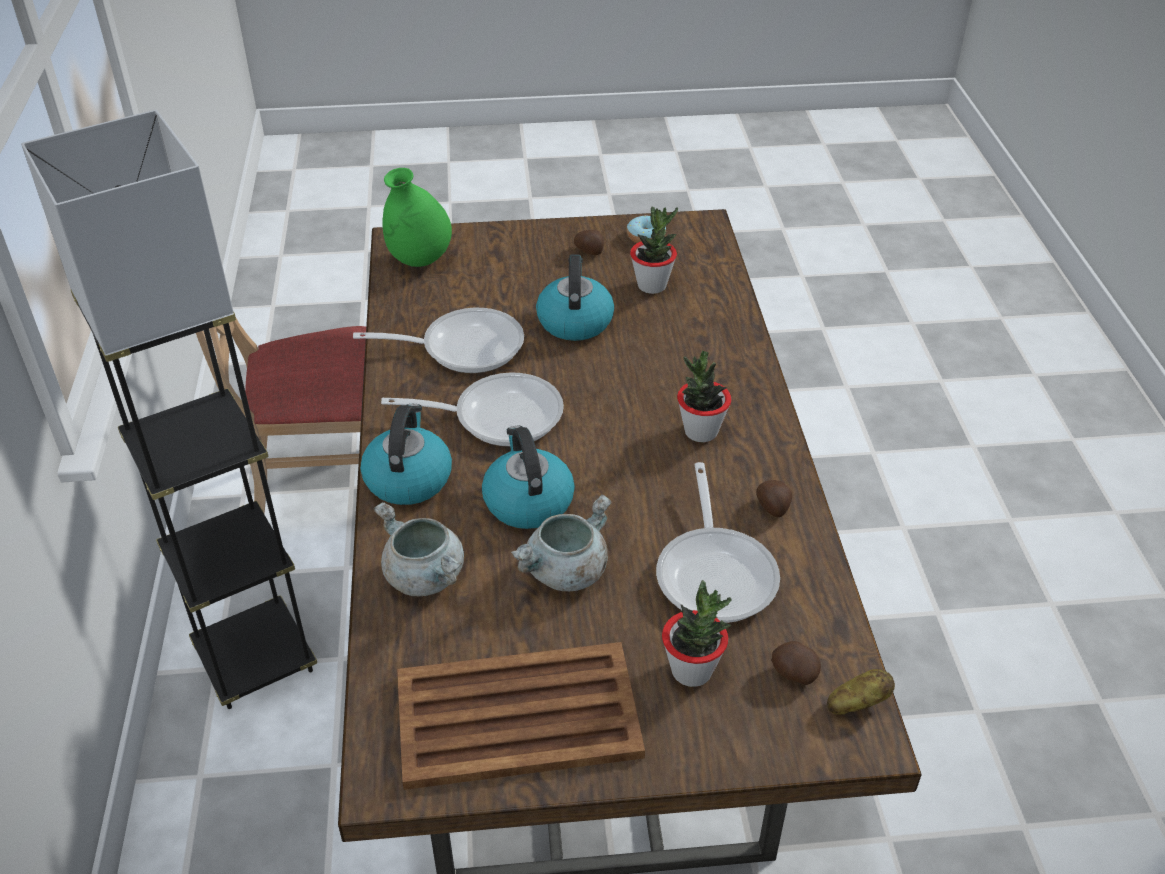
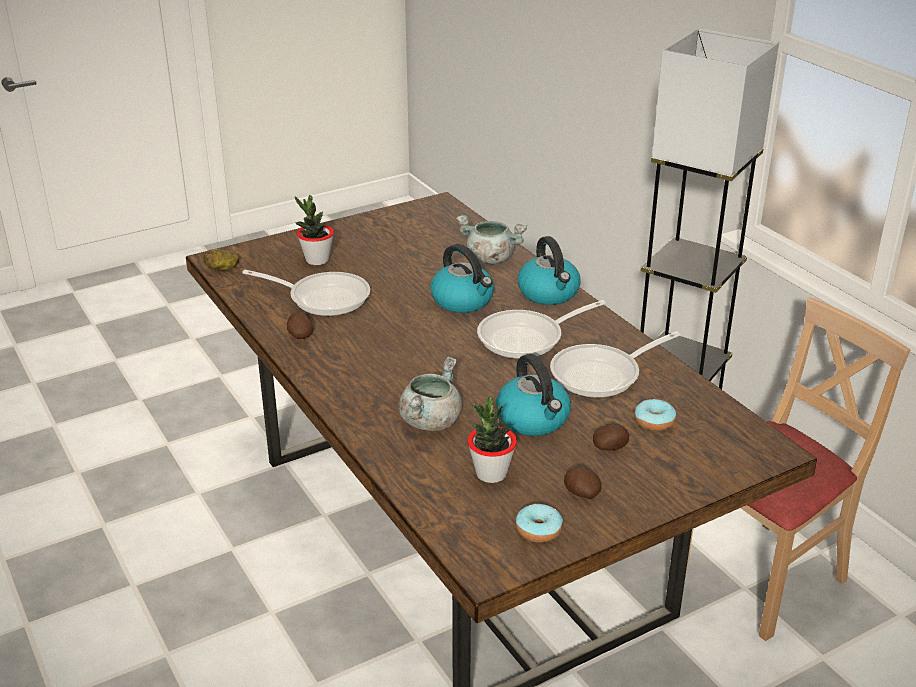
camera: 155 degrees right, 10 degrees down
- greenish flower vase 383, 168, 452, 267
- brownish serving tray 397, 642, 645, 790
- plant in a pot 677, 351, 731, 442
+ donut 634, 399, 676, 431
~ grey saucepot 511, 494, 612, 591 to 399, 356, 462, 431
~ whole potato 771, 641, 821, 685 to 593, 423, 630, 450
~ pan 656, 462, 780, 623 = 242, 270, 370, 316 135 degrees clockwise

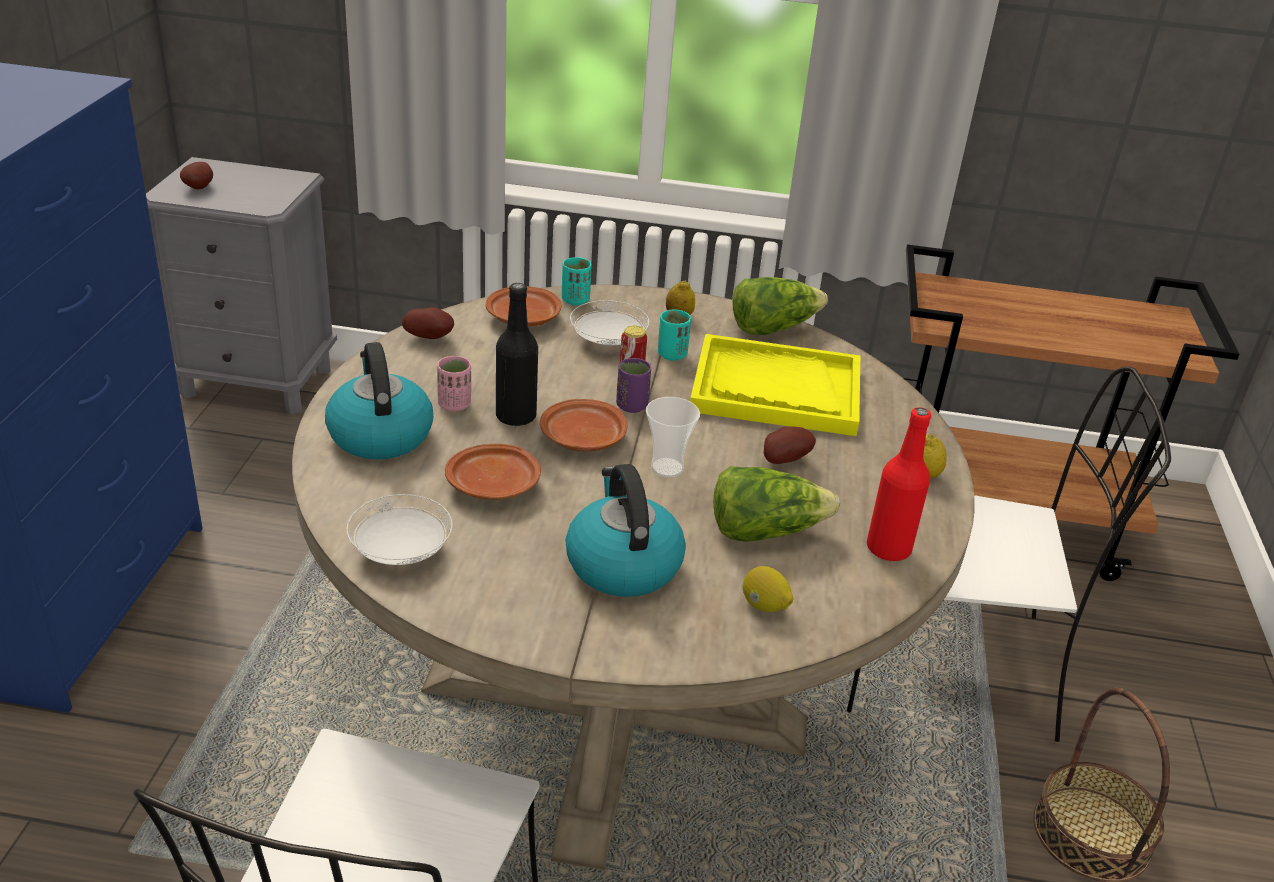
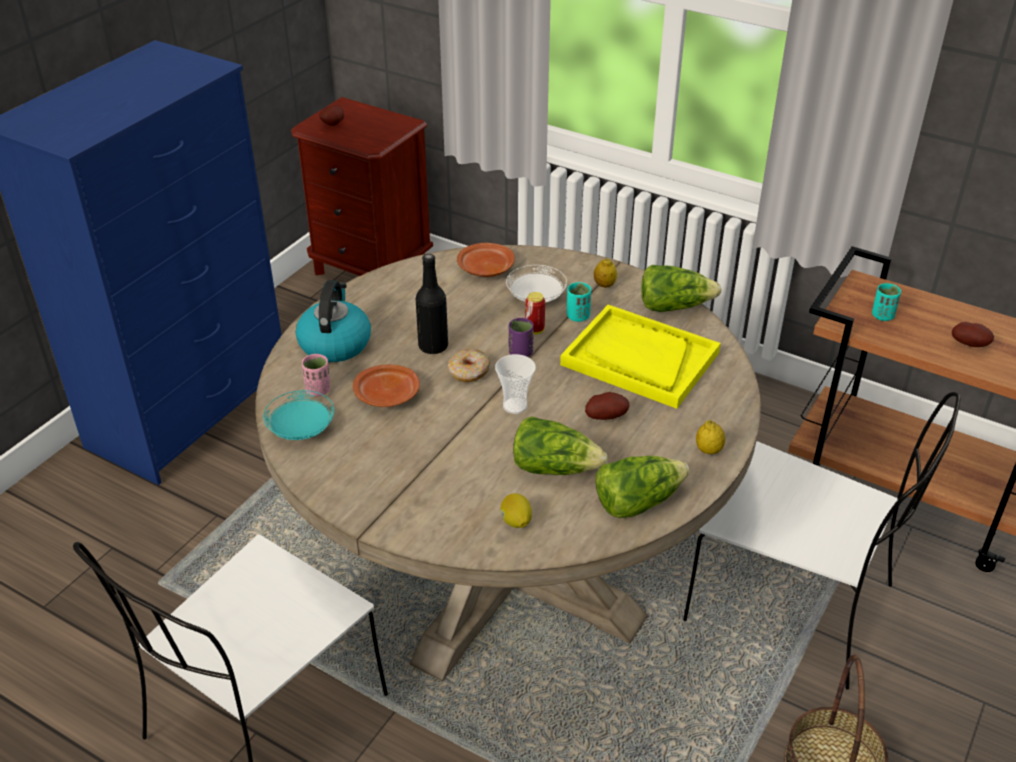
camera: 25 degrees right, 5 degrees up
- water kettle 566, 464, 686, 597
~ whole potato 402, 307, 454, 339 to 952, 322, 994, 347
~ pink-coloured cup 437, 356, 471, 412 to 302, 354, 331, 396
~ turquoise cup 562, 257, 592, 305 to 872, 283, 901, 321
~ brownish plate 540, 399, 628, 451 to donut 448, 349, 490, 382
~ red bottle 867, 407, 931, 561 to head of lettuce 595, 456, 689, 518
~ grey night table 146, 157, 337, 415 to brownish night table 291, 97, 433, 276
~ whitish plate 347, 494, 452, 565 to turquoise plate 263, 390, 334, 440

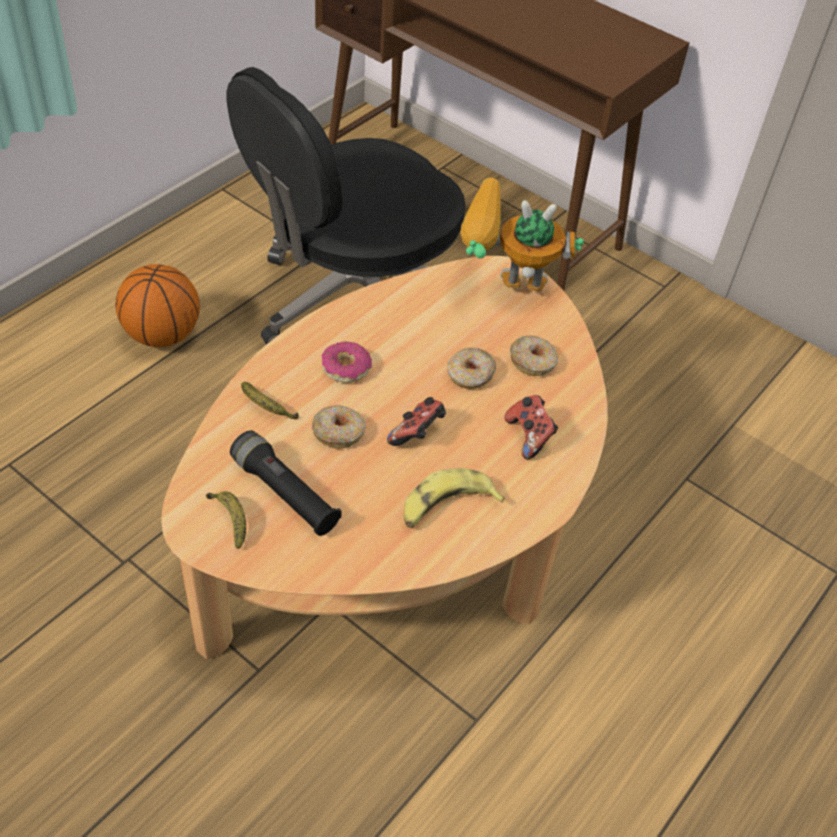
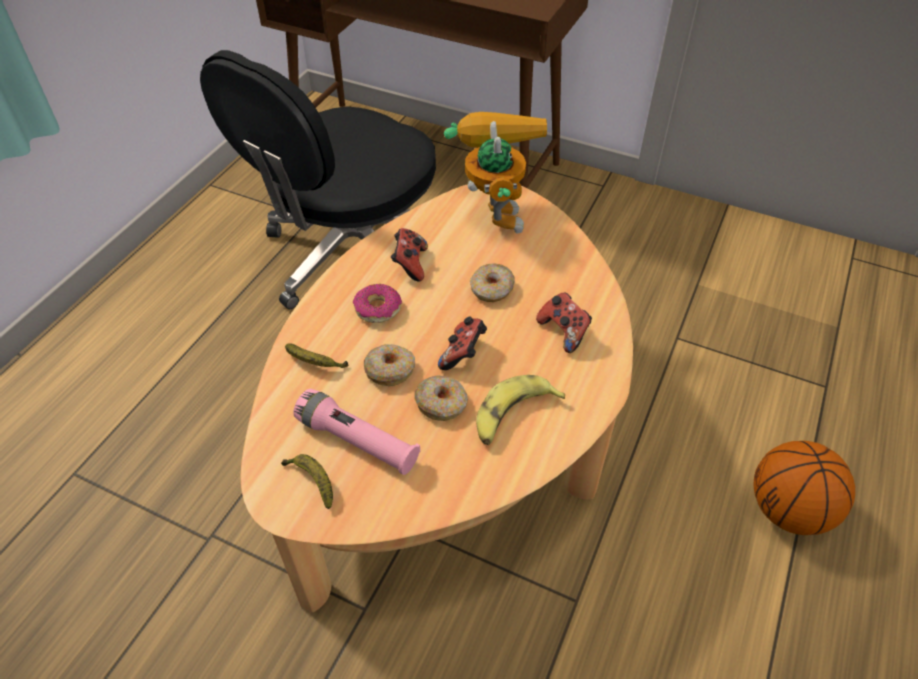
camera: 10 degrees left, 0 degrees up
+ joypad 391, 228, 428, 281
~ ball for basketball 116, 264, 200, 347 to 753, 441, 855, 535
~ donut 510, 336, 558, 376 to 414, 375, 468, 421
~ blackish torch 230, 431, 342, 536 to pink-coloured torch 293, 389, 420, 475
~ robot figure 460, 178, 584, 291 = 444, 112, 547, 233 90 degrees clockwise

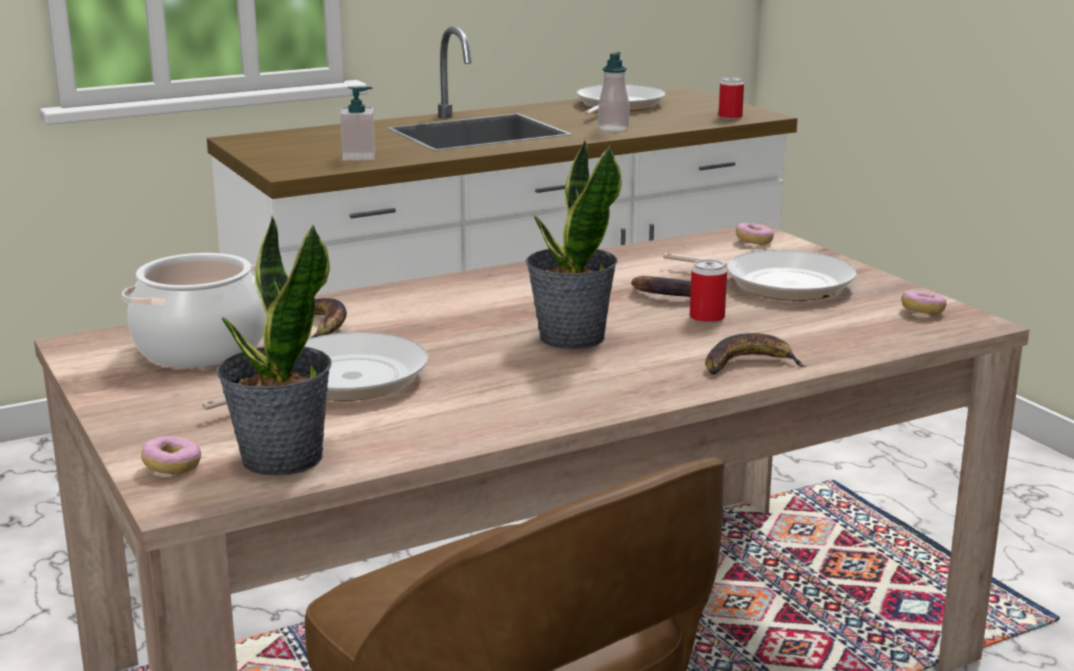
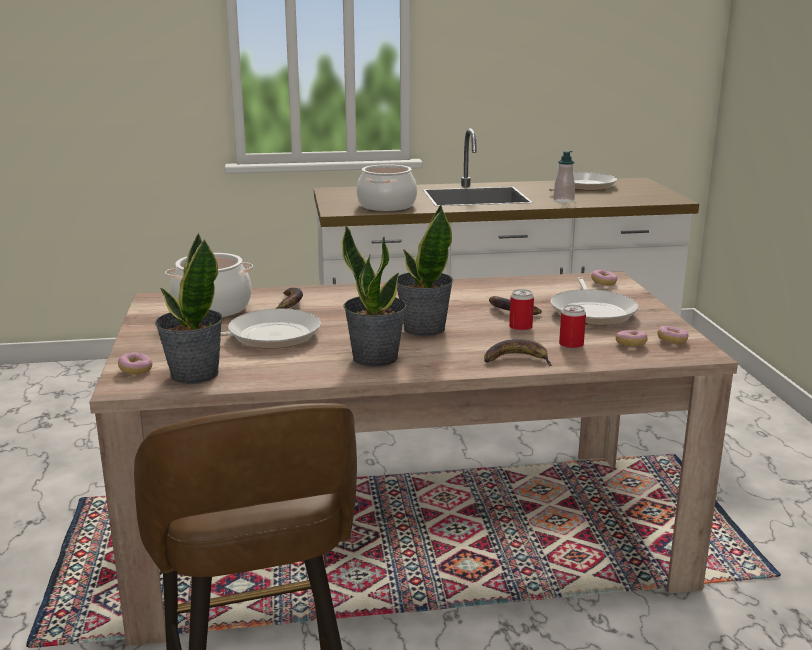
camera: 20 degrees right, 0 degrees up
+ plant in a pot 341, 225, 406, 367
+ donut 616, 330, 648, 346
~ can 719, 77, 744, 120 to 559, 304, 586, 349
~ liquid soap bottle 340, 87, 375, 161 to saucepot 357, 164, 417, 211
~ pan 663, 250, 856, 301 = 551, 277, 639, 325 45 degrees clockwise

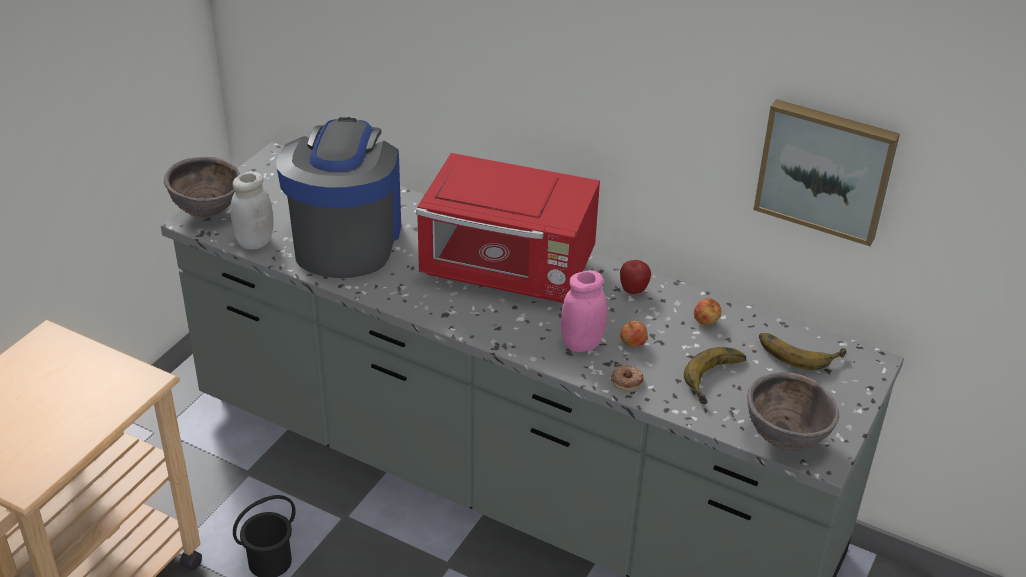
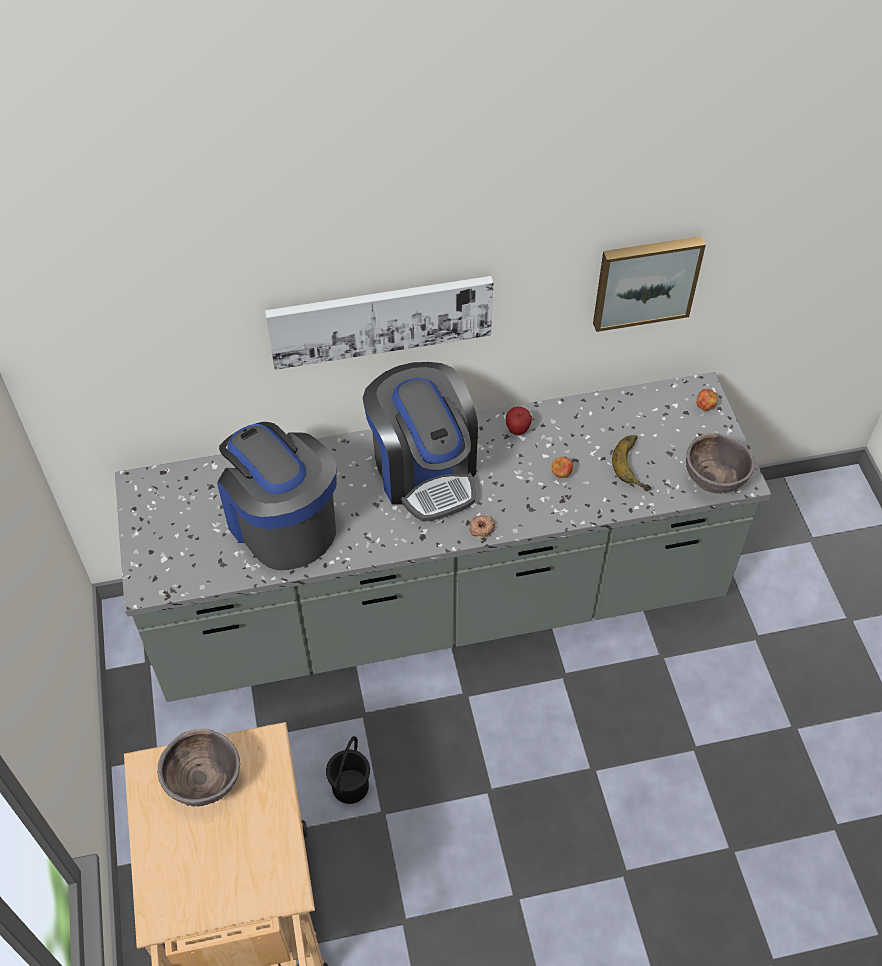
camera: 40 degrees left, 15 degrees up
- whitish jar 231, 172, 274, 250
- pink-coloured jar 561, 270, 607, 352
- banana fruit 759, 333, 847, 370
+ wall art 265, 276, 494, 370
~ brownish serving bowl 164, 157, 240, 218 to 157, 729, 240, 807
~ donut 611, 366, 644, 390 to 469, 515, 495, 538
~ apple 694, 298, 721, 325 to 697, 389, 718, 411
~ red kitchen microwave 416, 153, 600, 303 to coffee maker 363, 362, 478, 522

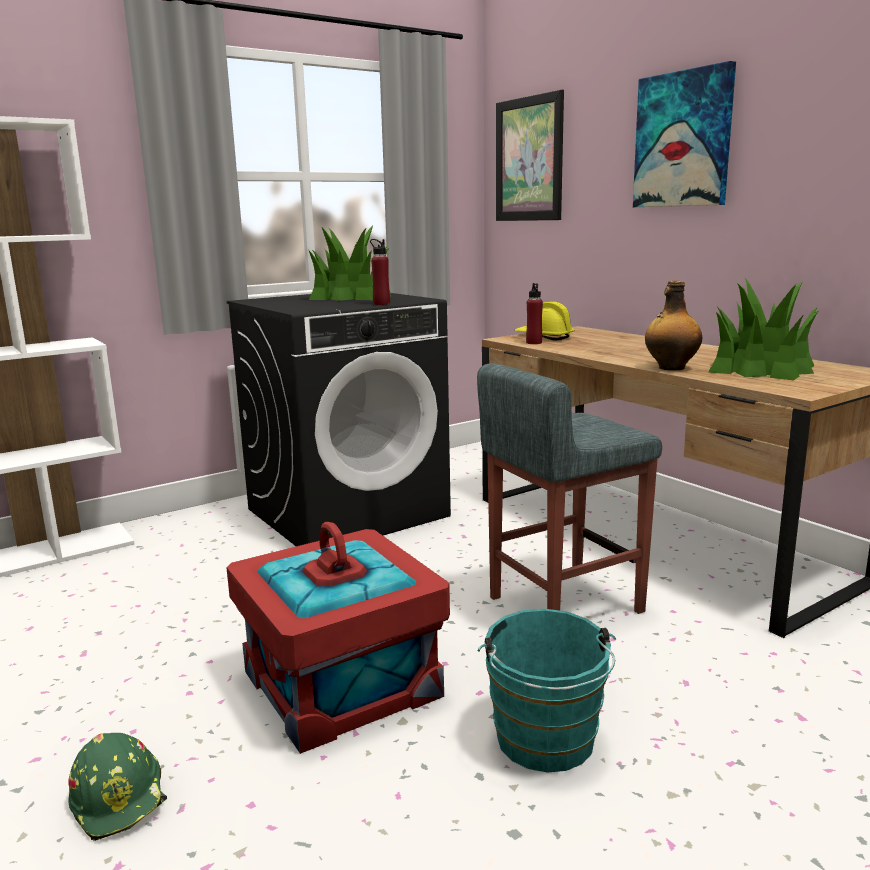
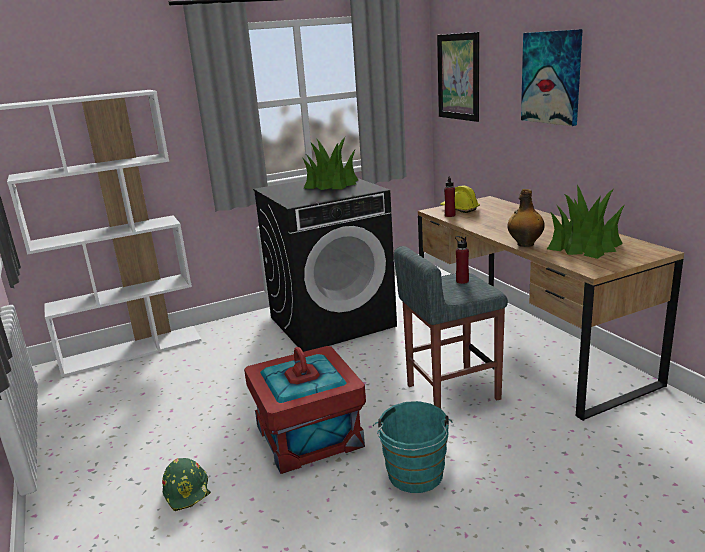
camera: 10 degrees right, 5 degrees up
~ red bottle 370, 239, 390, 305 to 455, 236, 469, 284

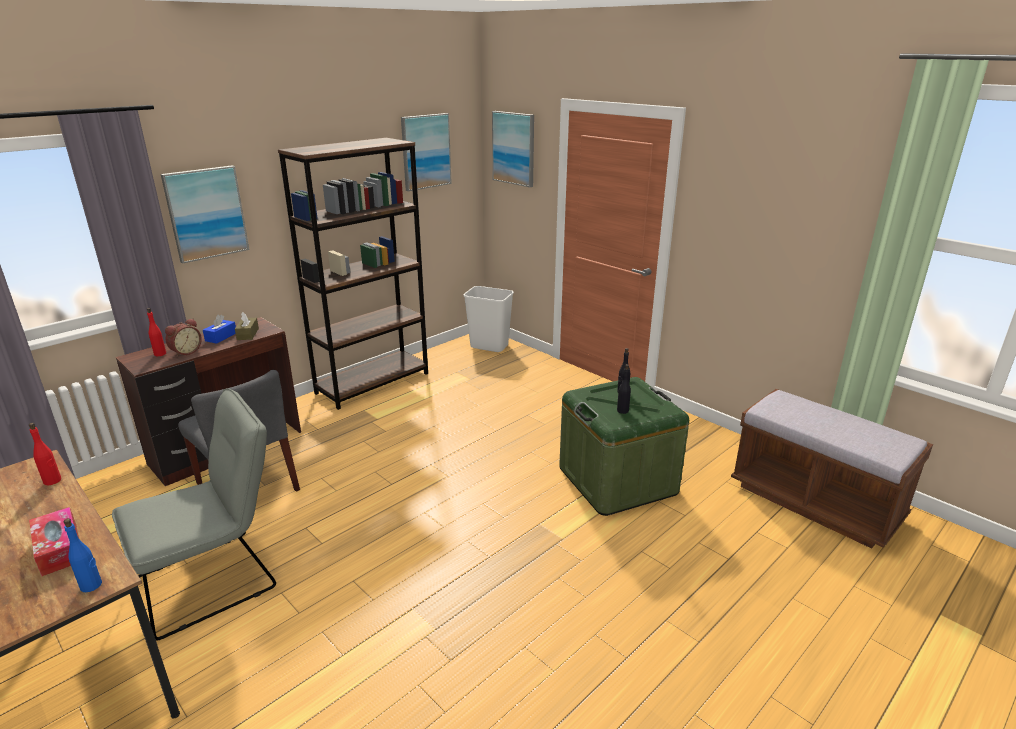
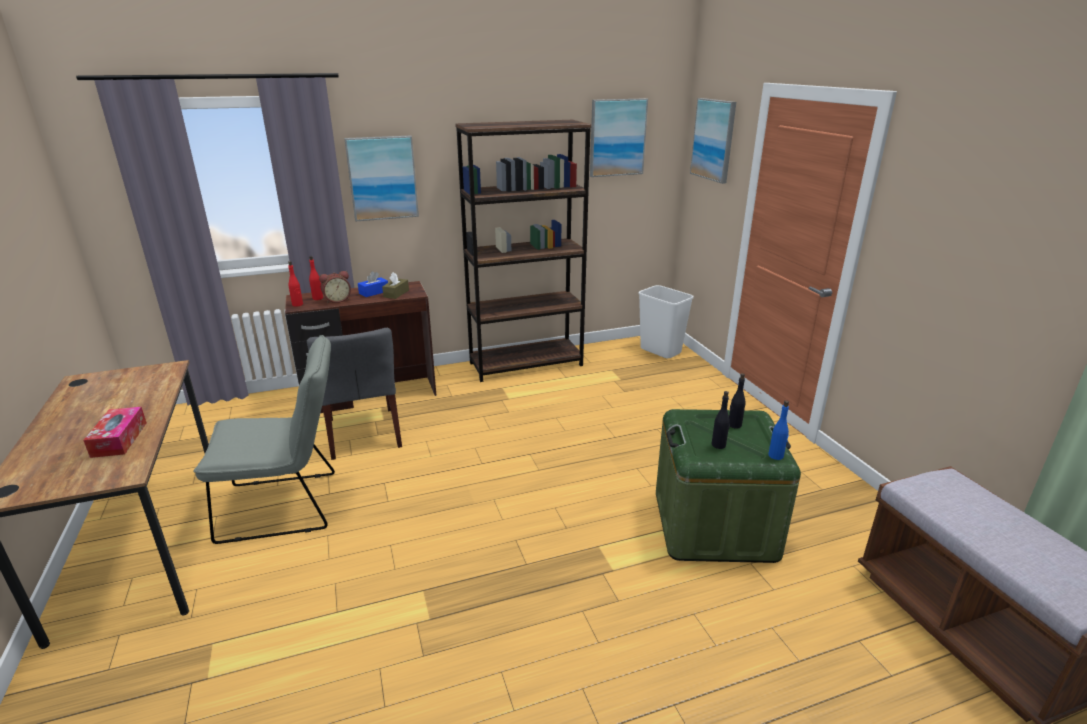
camera: 25 degrees right, 0 degrees up
~ red bottle 29, 423, 61, 485 to 288, 261, 303, 307
~ blue-coloured bottle 63, 518, 102, 592 to 768, 400, 789, 460

